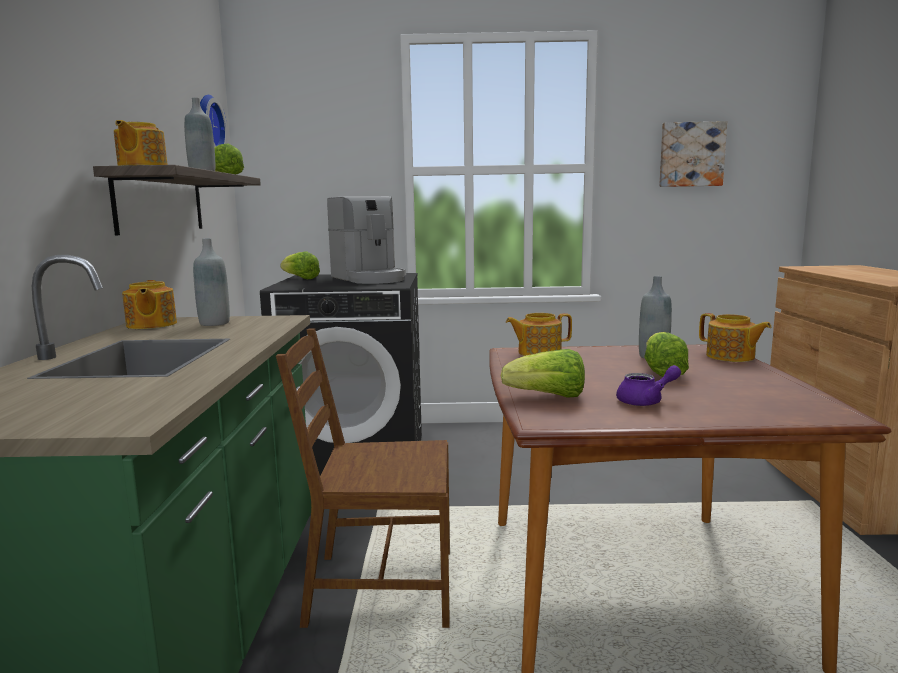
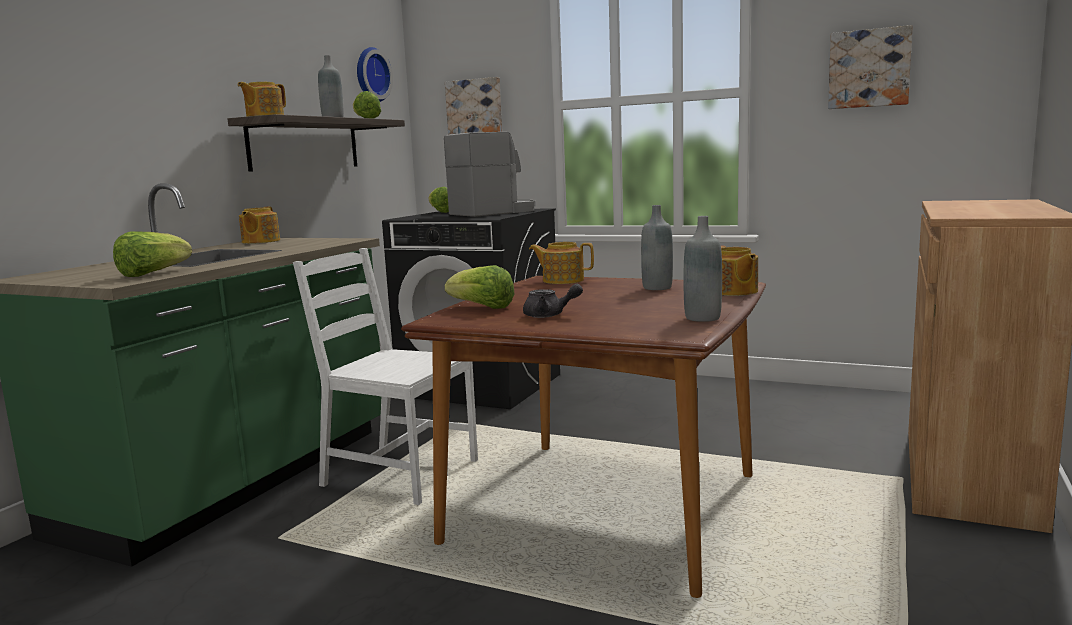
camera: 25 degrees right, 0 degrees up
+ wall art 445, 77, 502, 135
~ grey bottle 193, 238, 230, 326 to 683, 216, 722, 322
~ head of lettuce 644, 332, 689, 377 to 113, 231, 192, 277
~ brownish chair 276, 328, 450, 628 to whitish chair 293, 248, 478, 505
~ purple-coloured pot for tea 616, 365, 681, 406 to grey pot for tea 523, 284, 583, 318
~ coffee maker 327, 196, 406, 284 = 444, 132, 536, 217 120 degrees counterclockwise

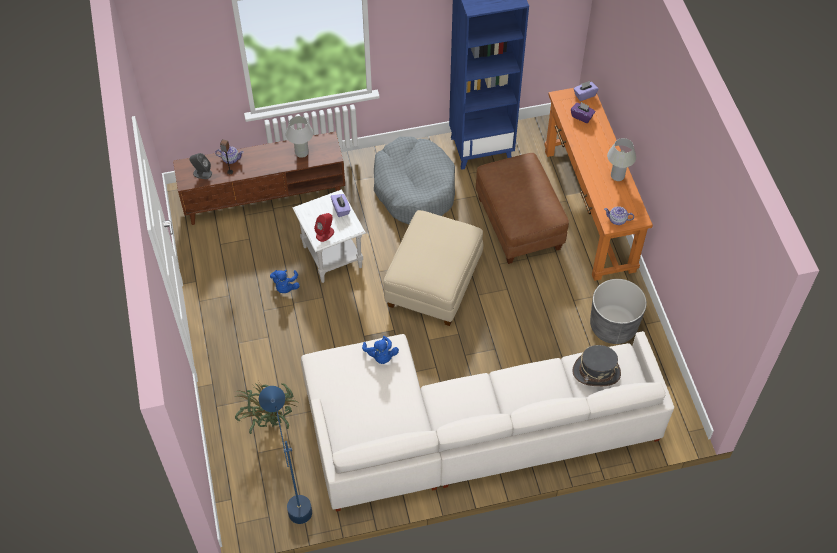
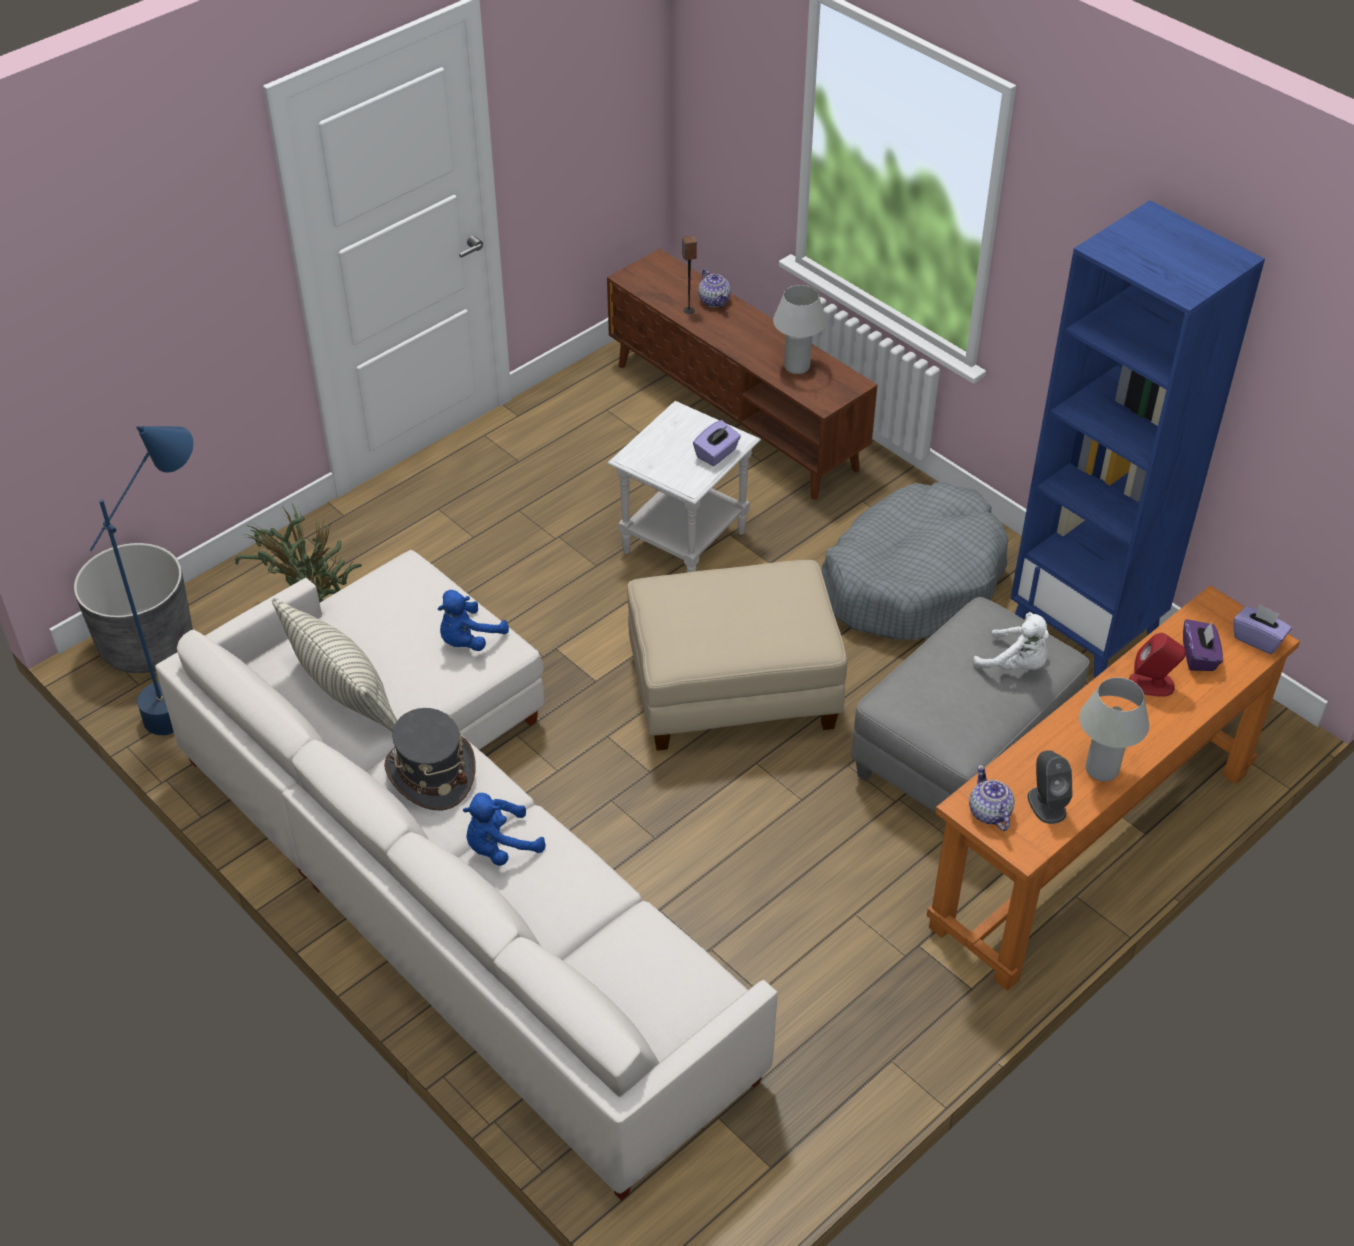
camera: 60 degrees right, 10 degrees down
+ cushion 272, 598, 397, 733
+ whitish plush toy 973, 613, 1049, 670
~ grey speaker 190, 153, 212, 179 to 1028, 750, 1073, 824
~ blue-coloured plush toy 270, 270, 300, 293 to 463, 793, 546, 866
~ red speaker 314, 213, 334, 242 to 1129, 633, 1186, 697
~ grey clothing hat 573, 345, 621, 386 to 384, 708, 476, 810
~ grey flower pot 590, 279, 647, 344 to 74, 543, 193, 673
~ brownish footrest 476, 153, 569, 264 to grey footrest 851, 597, 1089, 812

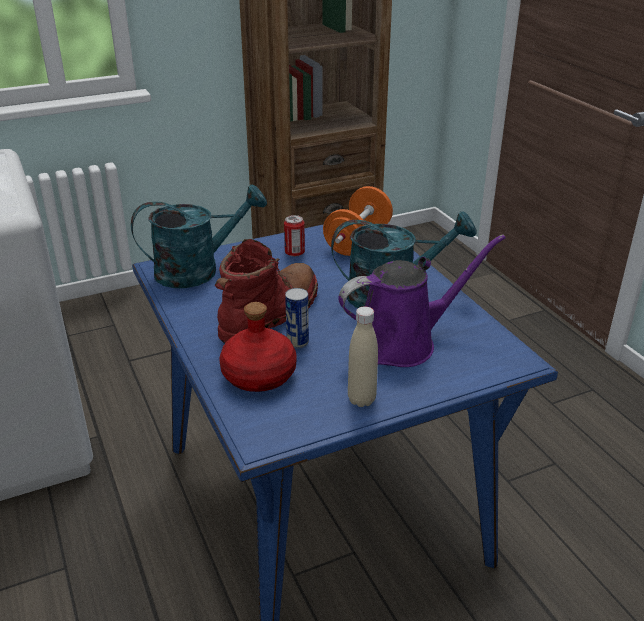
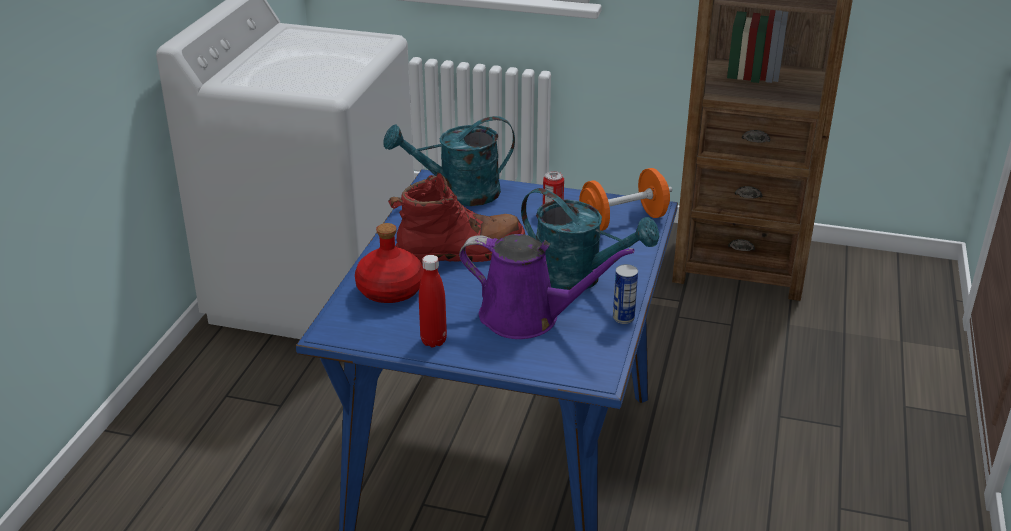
camera: 40 degrees right, 0 degrees up
~ can 285, 288, 309, 349 to 613, 264, 638, 324
~ sand-coloured bottle 348, 306, 378, 407 to red bottle 419, 255, 447, 347
~ turquoise watering pot 131, 184, 267, 288 = 384, 116, 515, 206 150 degrees clockwise

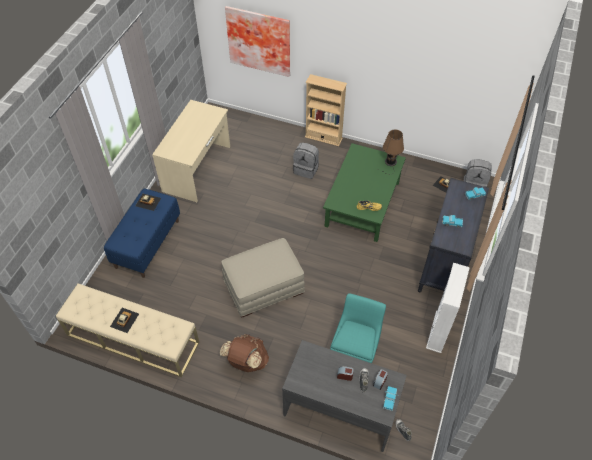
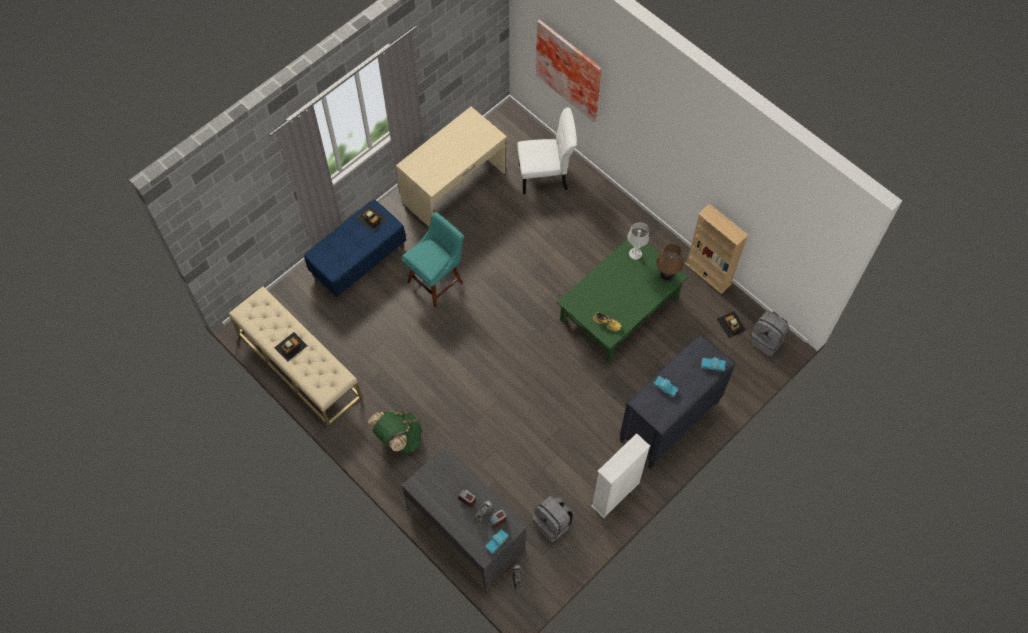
camera: 25 degrees right, 10 degrees up
- sand-coloured footrest 222, 238, 305, 318
+ whitish chair 517, 108, 577, 195
+ whitish lamp for a table 628, 222, 649, 260
~ grey knapsack 293, 142, 319, 179 to 532, 496, 574, 542
~ sand-coloured shelving unit 305, 74, 347, 146 to 685, 203, 749, 294
~ turquoise chair 330, 293, 386, 363 to 402, 212, 464, 308
~ brownish knapsack 220, 334, 269, 372 to greenish knapsack 368, 410, 422, 453

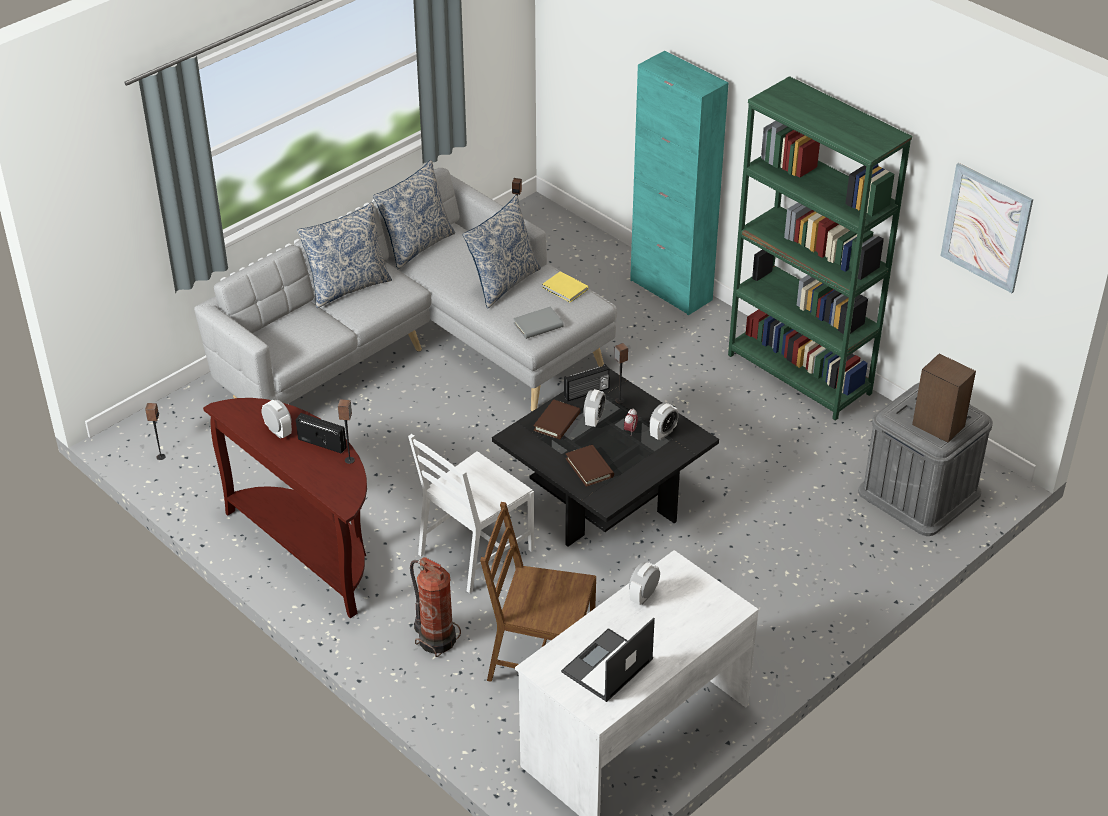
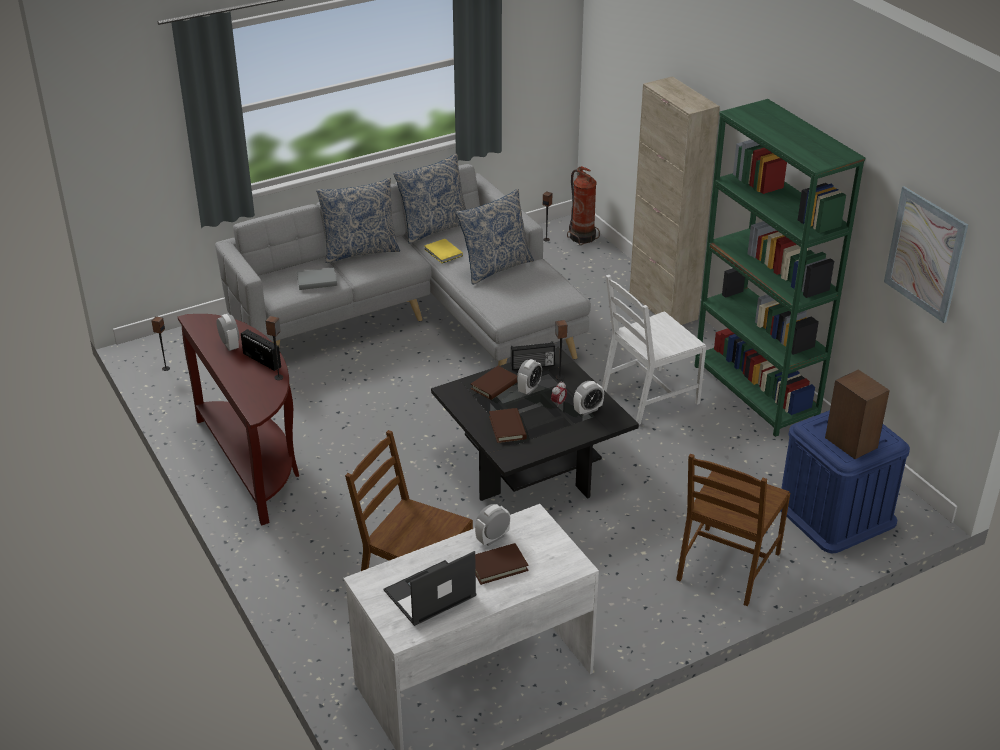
camera: 15 degrees right, 5 degrees down
+ brownish volume 475, 543, 529, 585
+ brownish chair 676, 454, 790, 606
~ whitish chair 408, 434, 534, 593 to 602, 275, 706, 425
~ fire extinguisher 410, 557, 461, 657 to 567, 166, 600, 245
~ grey volume 513, 307, 564, 339 to 297, 268, 337, 290
~ yellow volume 542, 271, 588, 302 to 424, 239, 463, 263
~ turquoise cabinet 630, 51, 728, 316 to sand-coloured cabinet 629, 76, 720, 325
~ grey storage box 858, 383, 993, 536 to blue-coloured storage box 781, 410, 910, 553

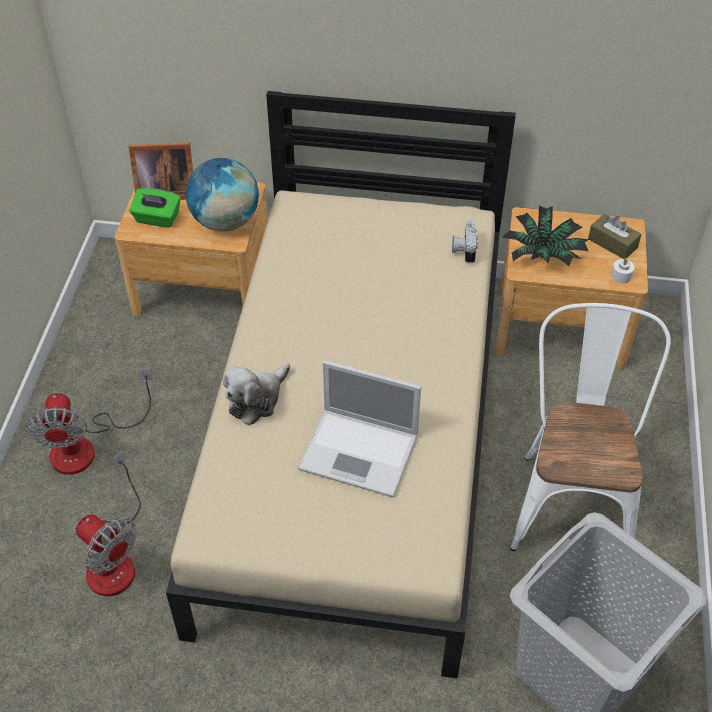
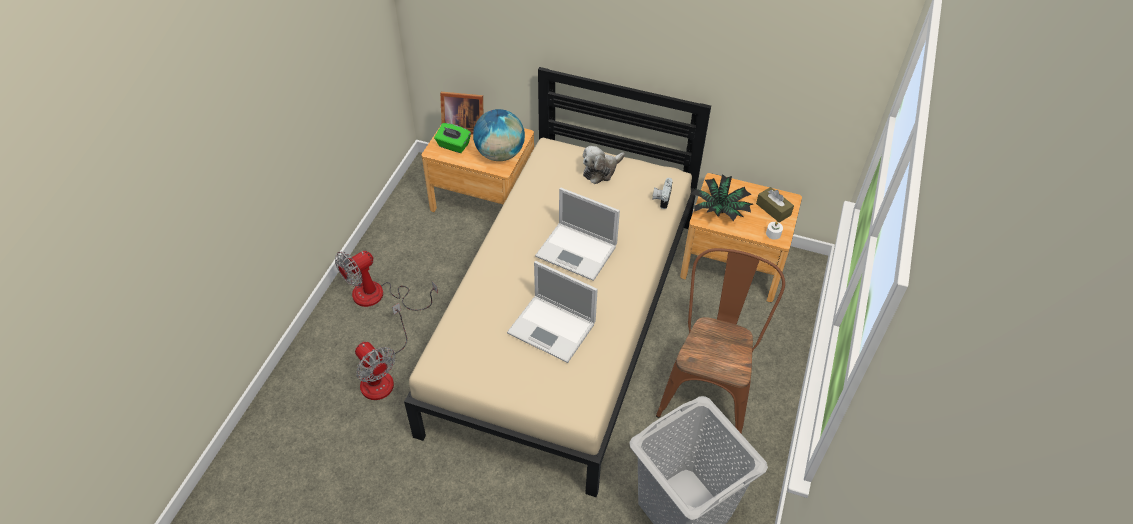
camera: 10 degrees right, 0 degrees up
+ notebook computer 535, 188, 620, 281
~ plush toy 223, 364, 290, 425 to 583, 146, 625, 184
~ whitish chair 510, 303, 671, 551 to brownish chair 656, 248, 785, 433
~ cooling fan 26, 368, 153, 475 = 335, 251, 438, 311 45 degrees clockwise

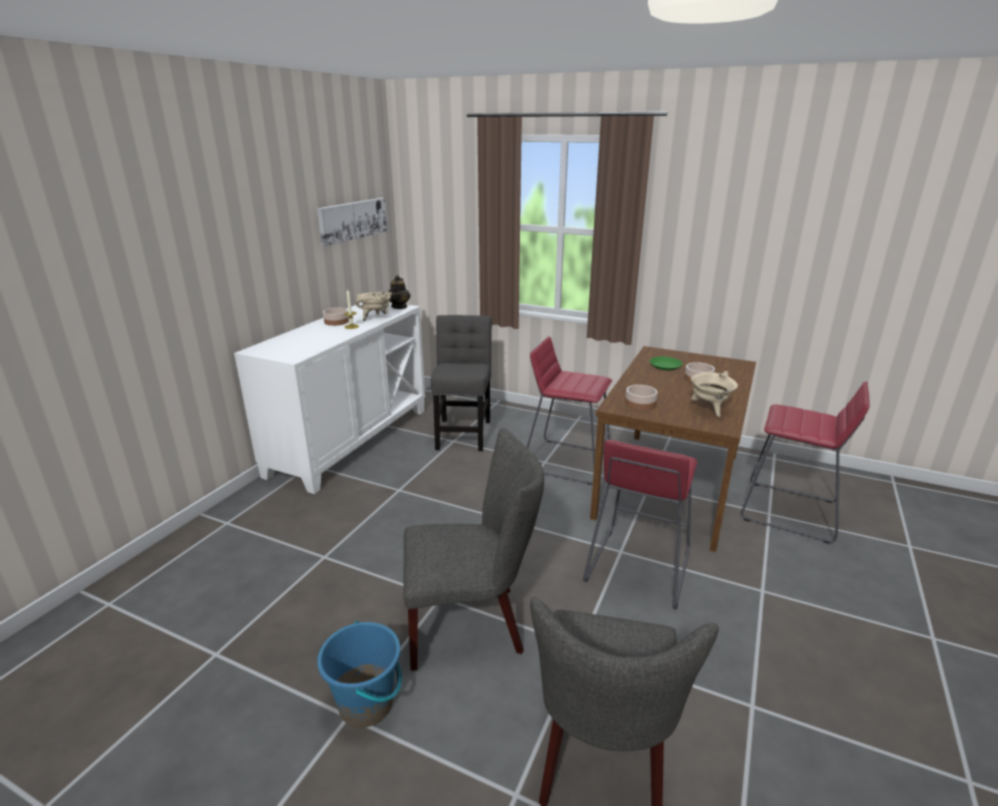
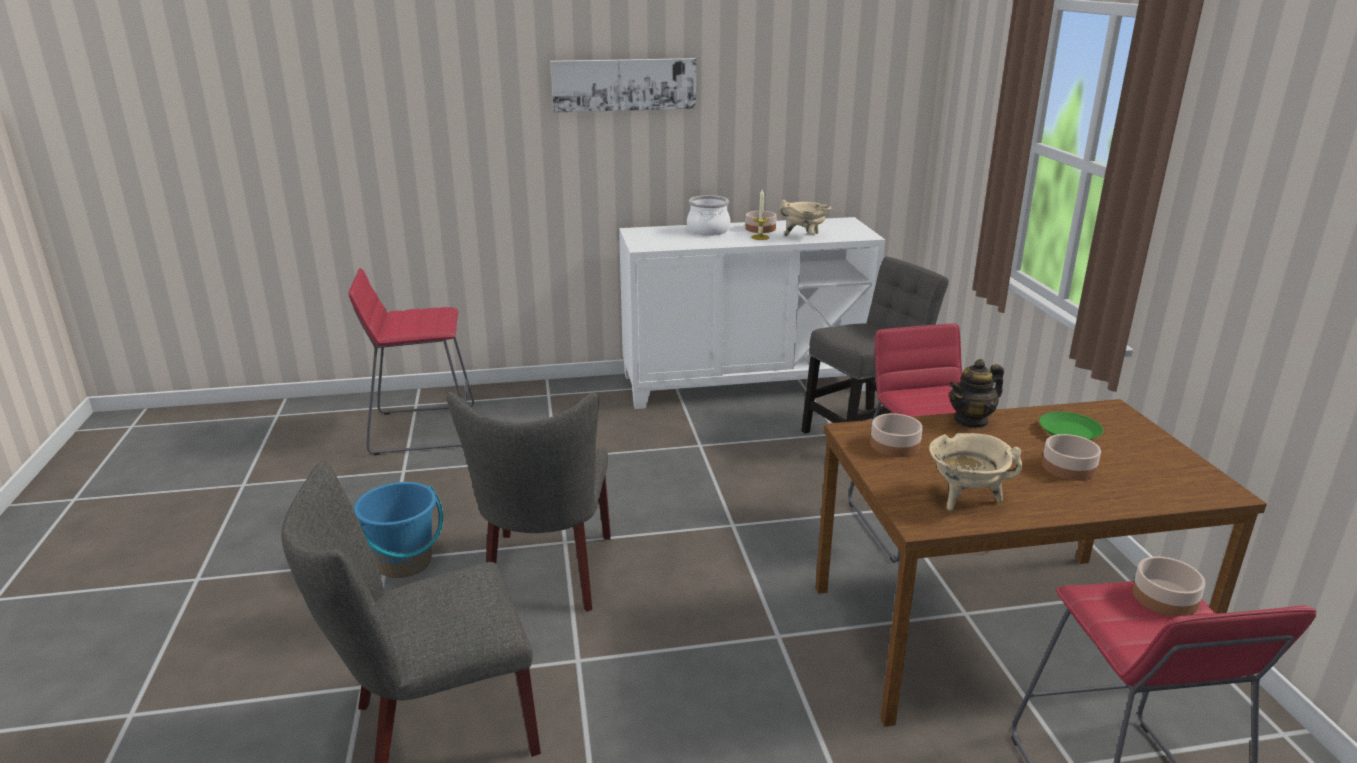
camera: 55 degrees right, 0 degrees up
+ saucepot 687, 195, 731, 236
+ serving bowl 1132, 556, 1205, 617
~ wall art 317, 198, 388, 246 to 550, 58, 696, 113
~ pot for tea 388, 275, 410, 309 to 949, 359, 1004, 429
~ red sitting stool 583, 440, 697, 609 to 348, 268, 474, 455
~ grey chair 403, 428, 544, 671 = 447, 392, 611, 612 45 degrees clockwise

